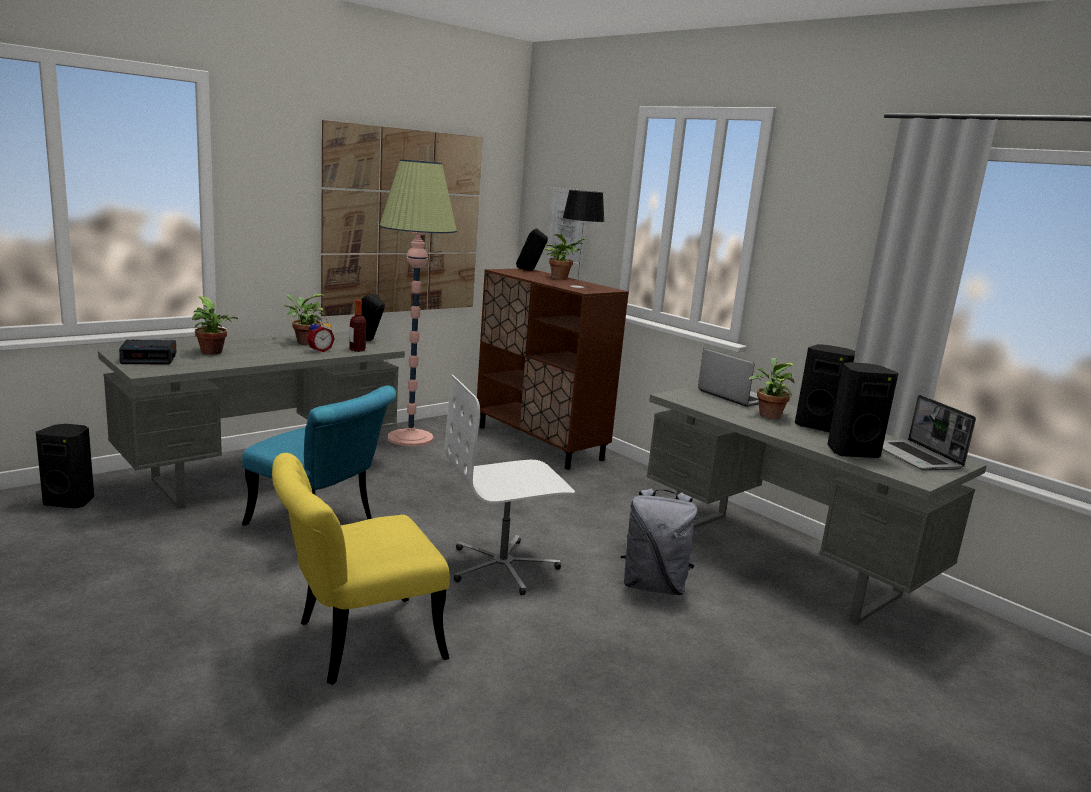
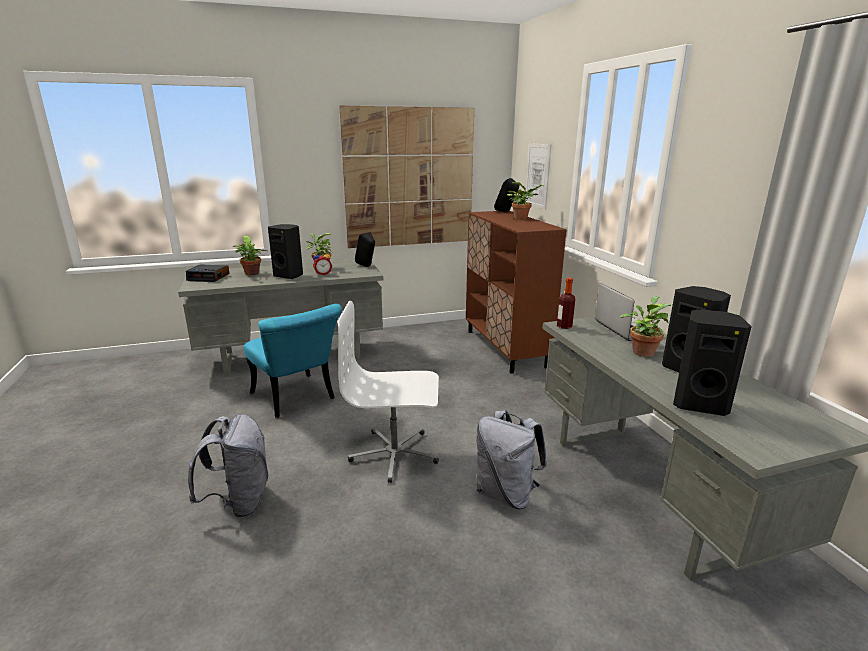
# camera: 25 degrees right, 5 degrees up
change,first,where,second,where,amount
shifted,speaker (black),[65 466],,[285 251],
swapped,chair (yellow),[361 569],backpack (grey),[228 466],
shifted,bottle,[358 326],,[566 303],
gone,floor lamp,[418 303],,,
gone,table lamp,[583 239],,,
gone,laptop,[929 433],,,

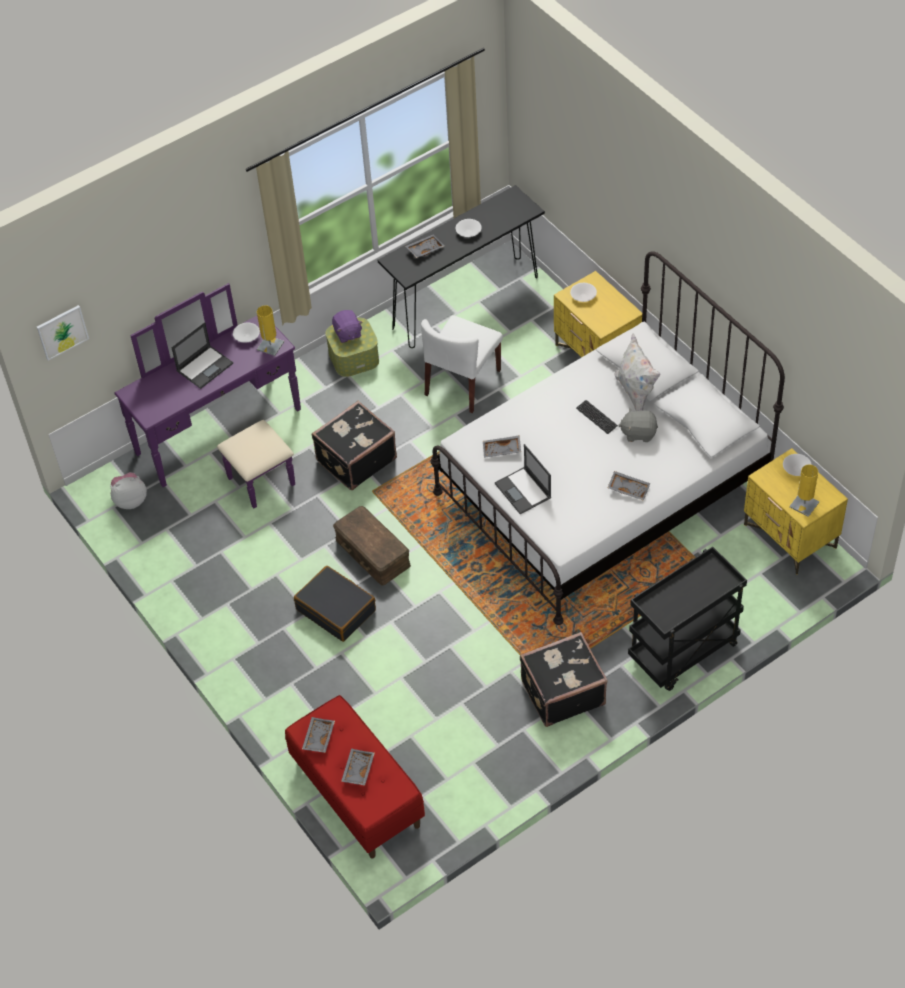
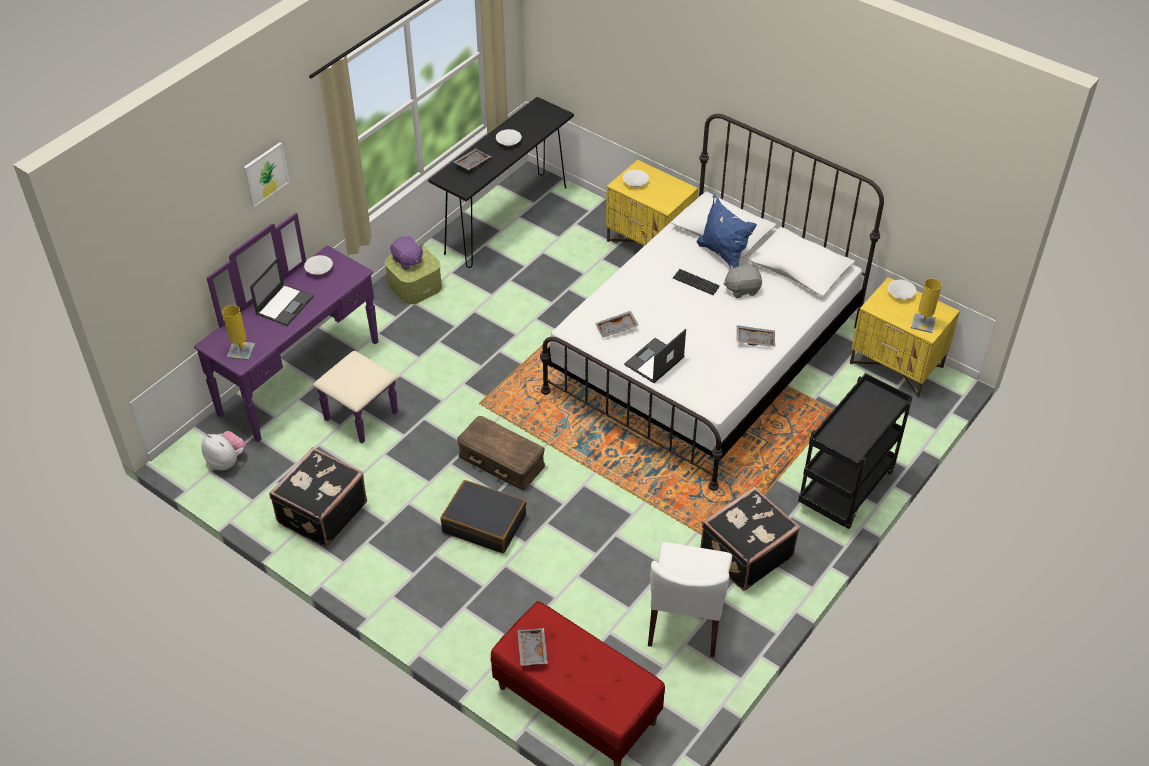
# camera: 20 degrees left, 5 degrees down
change,first,where,second,where,amount
shifted,picture,[63 333],,[266 174],
rotated,plush toy,[128 490],,[223 450],75 degrees clockwise
shifted,table lamp (yellow),[270 330],,[238 332],
shifted,suitcase (black),[354 445],,[318 497],
gone,tray (grey),[358 767],,,
shifted,chair (white),[462 364],,[690 599],
rotated,laptop,[523 479],,[655 356],90 degrees clockwise
repainted,pillow (white),[637 372],pillow (blue),[727 231],

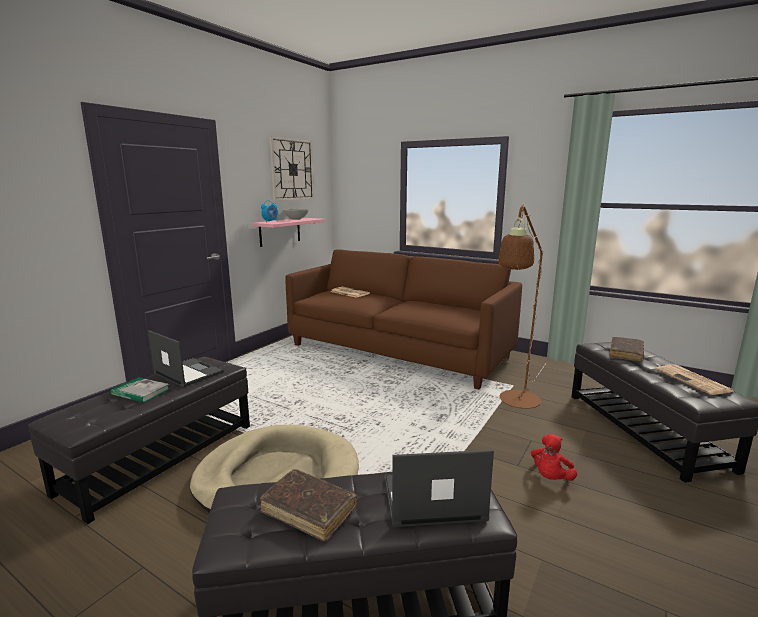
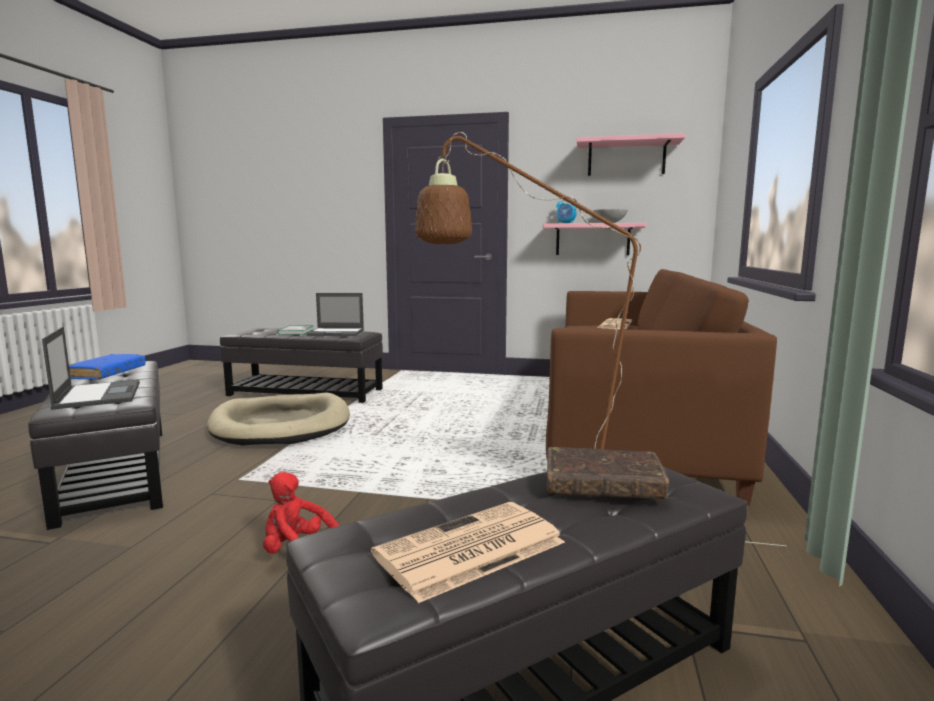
# camera: 70 degrees right, 5 degrees down
change,first,where,second,where,amount
rotated,laptop,[186 358],,[335 314],75 degrees clockwise
repainted,book (brown),[308 505],book (blue),[107 367],
swapped,wall clock,[291 168],shelf (pink),[631 154],

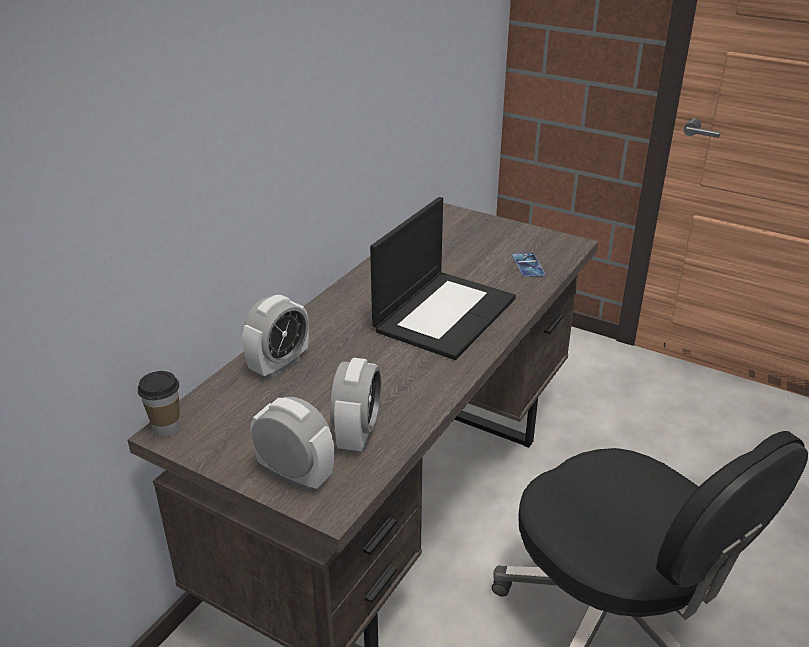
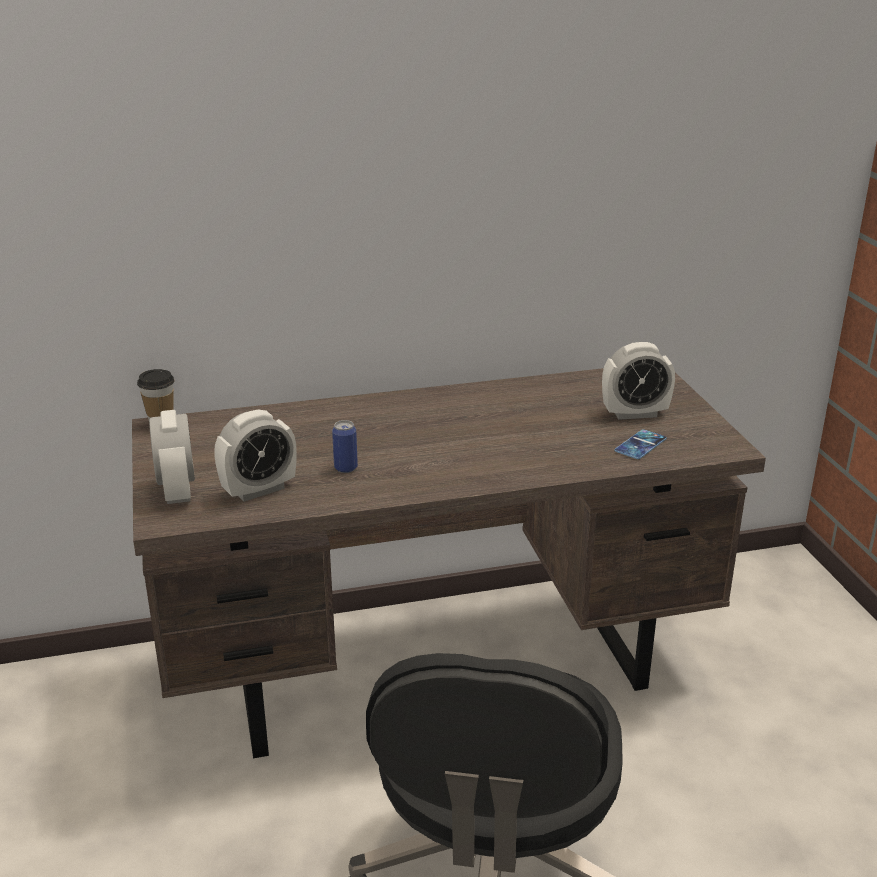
# camera: 45 degrees right, 5 degrees down
change,first,where,second,where,amount
shifted,alarm clock,[275 336],,[638 381],
gone,laptop,[443 278],,,
new,,,can,[345 446],

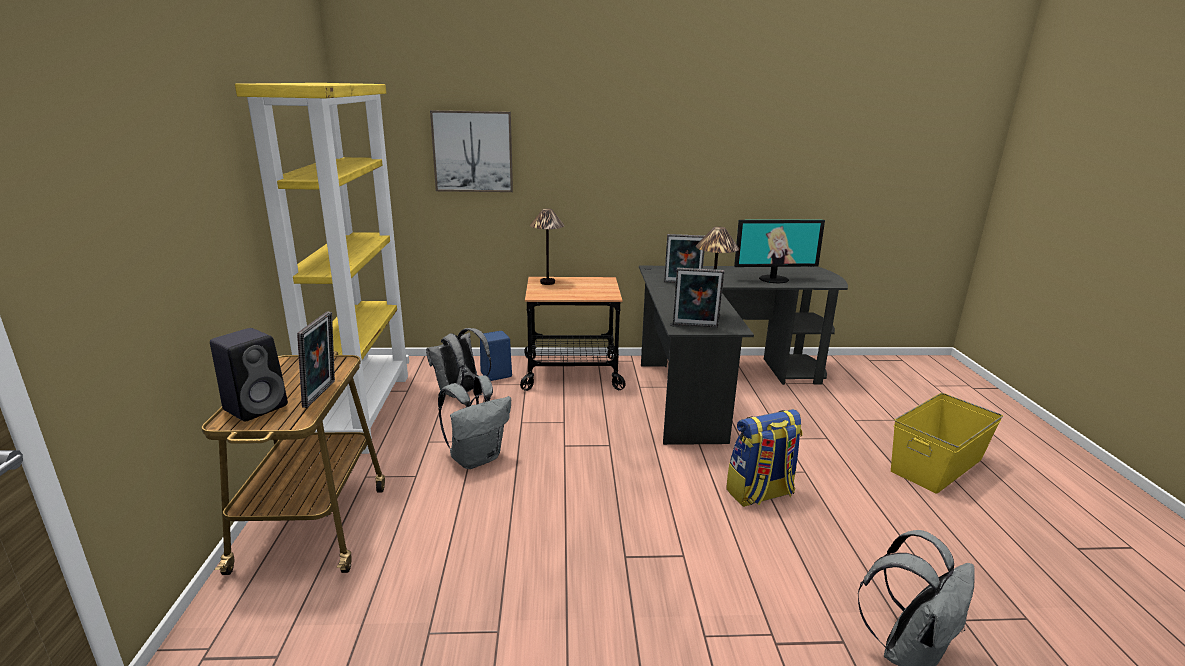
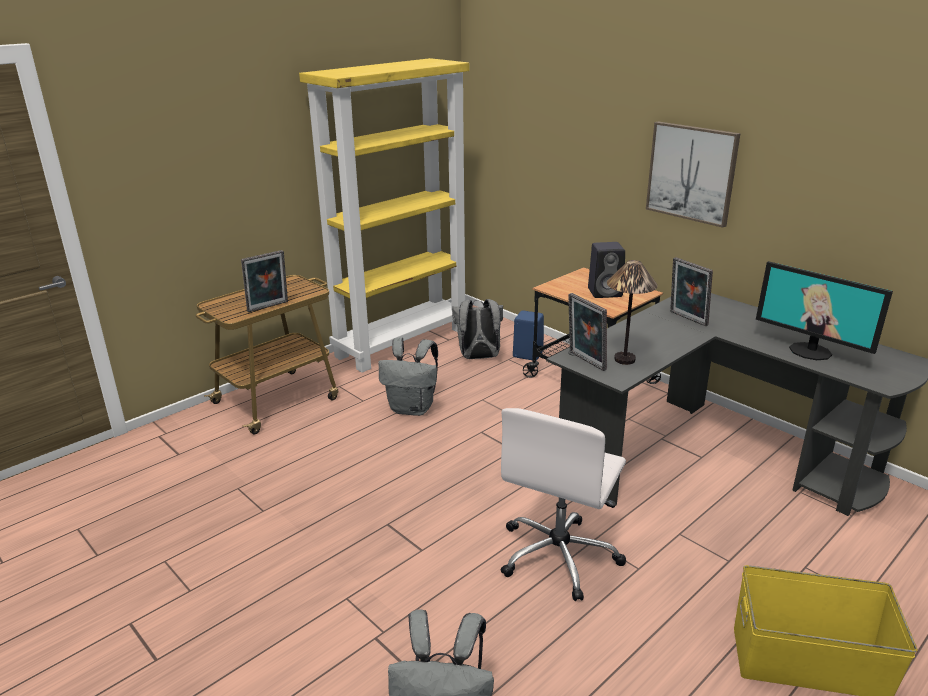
# camera: 50 degrees right, 5 degrees up
change,first,where,second,where,amount
shifted,speaker (black),[249 374],,[606 270],
shifted,picture,[471 151],,[693 174],
gone,table lamp,[547 247],,,
swapped,backpack,[764 458],office chair (white),[563 504],

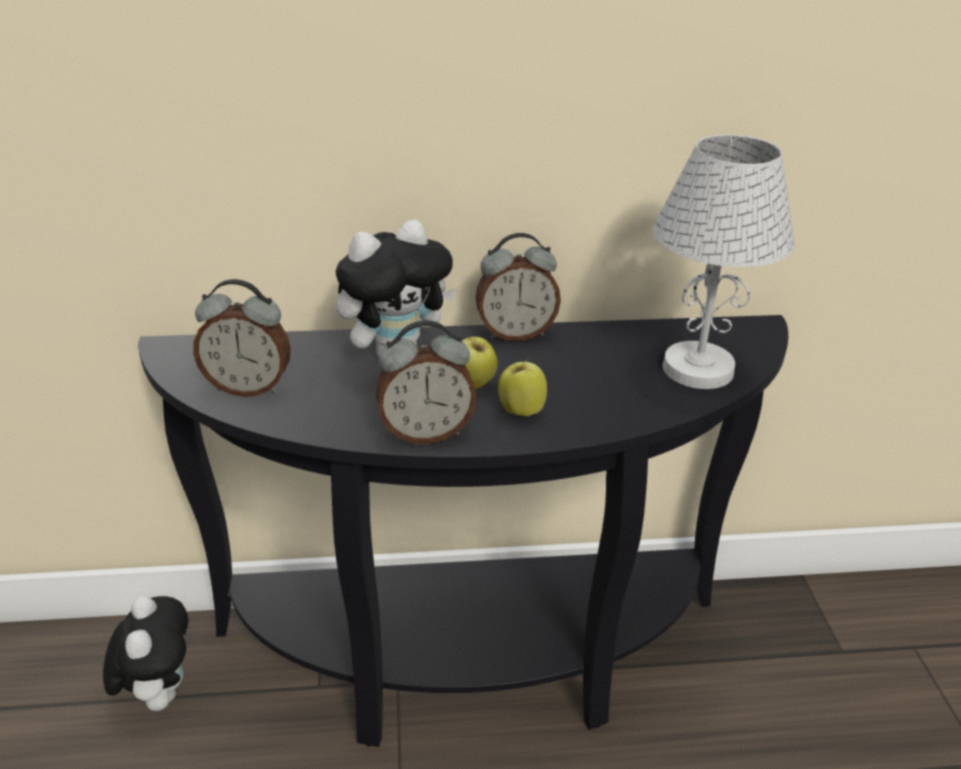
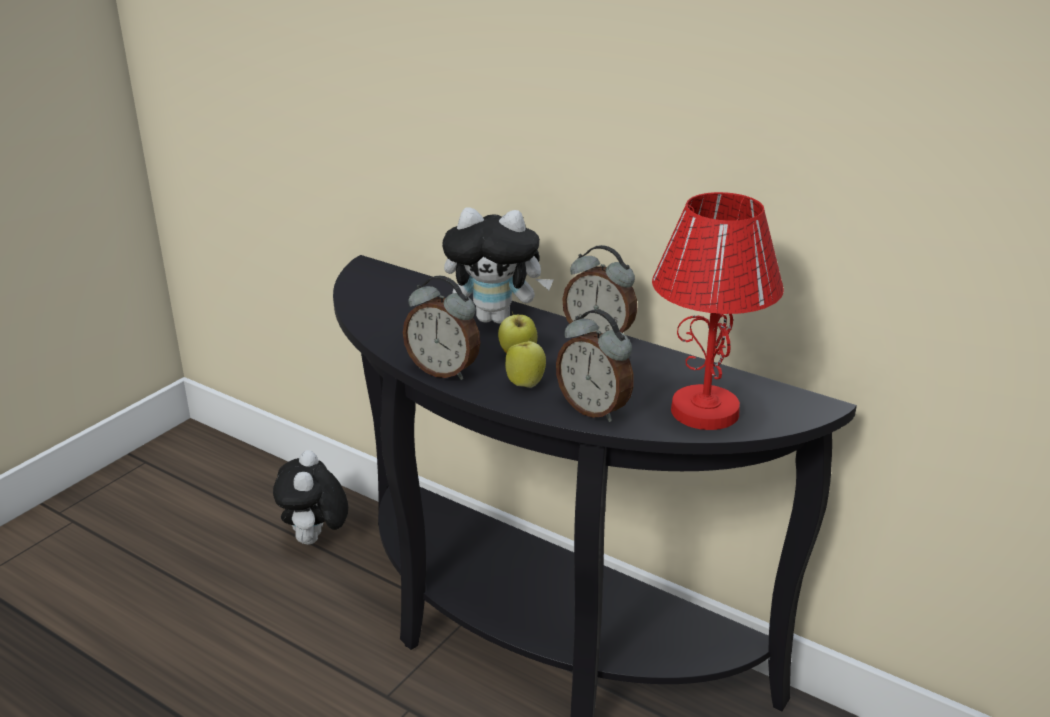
# camera: 40 degrees right, 5 degrees down
change,first,where,second,where,amount
rotated,plush toy,[145 653],,[310 497],150 degrees clockwise
shifted,alarm clock,[242 338],,[595 365],
repainted,table lamp (white),[724 262],table lamp (red),[718 311],

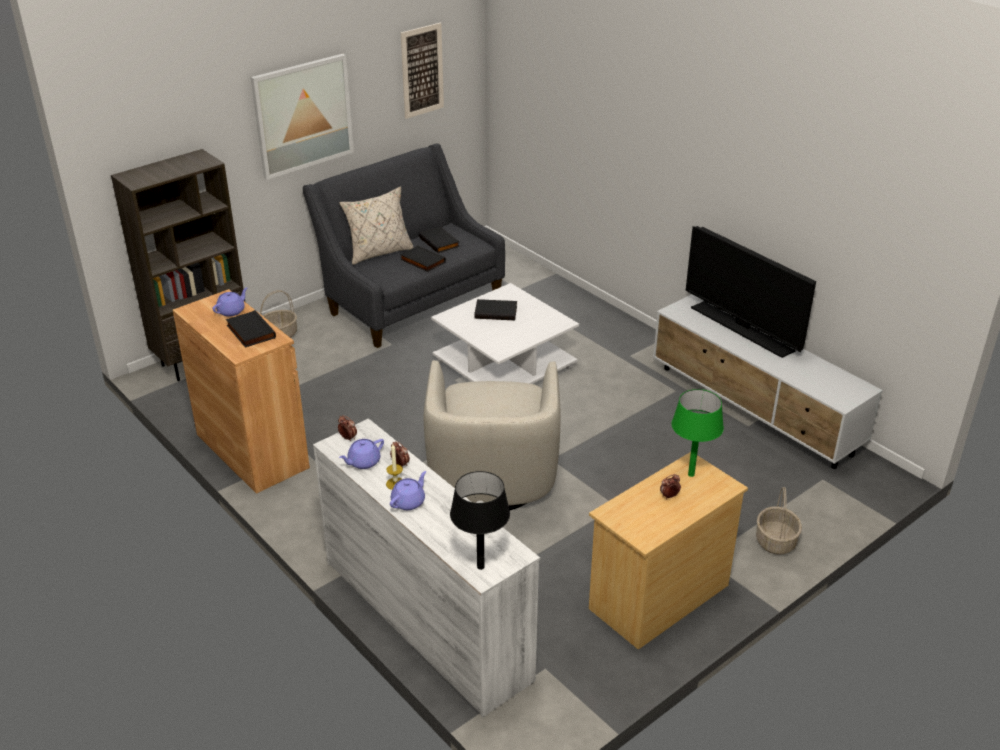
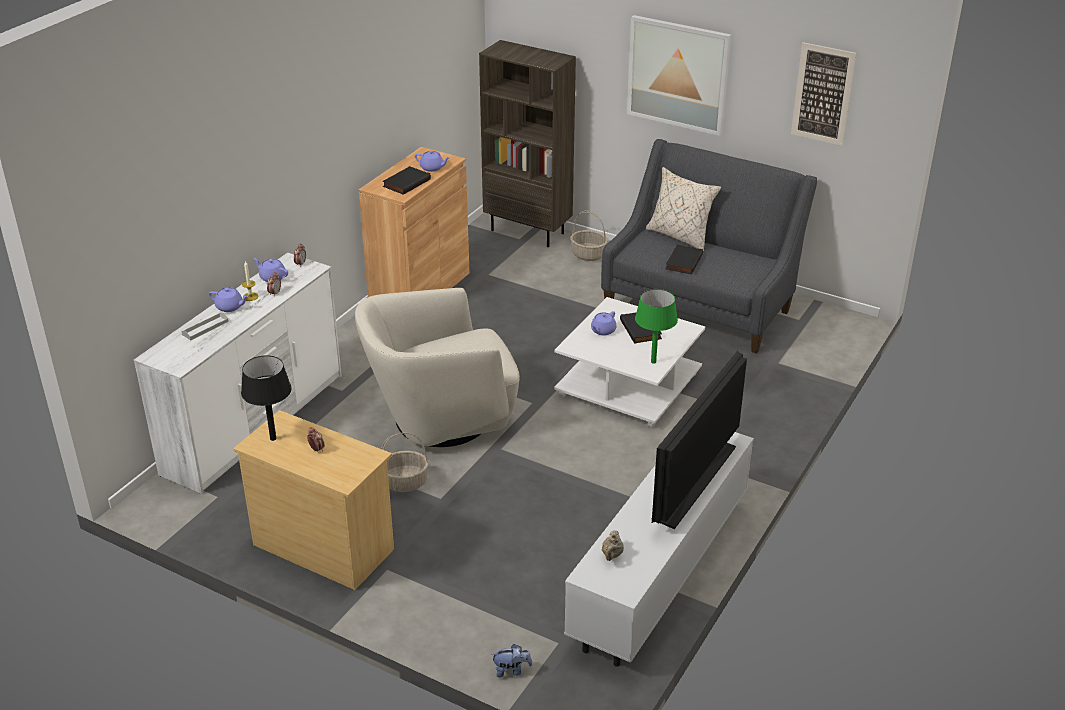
# camera: 70 degrees right, 0 degrees up
change,first,where,second,where,amount
gone,book (black),[439 240],,,
shifted,table lamp (black),[480 520],,[266 398],
shifted,table lamp (green),[697 433],,[656 326],
shifted,basket,[779 521],,[405 462],
new,,,tray (grey),[205 326],
new,,,plush toy,[511 661],
new,,,teapot (purple),[604 323],
new,,,teapot (beige),[613 545],

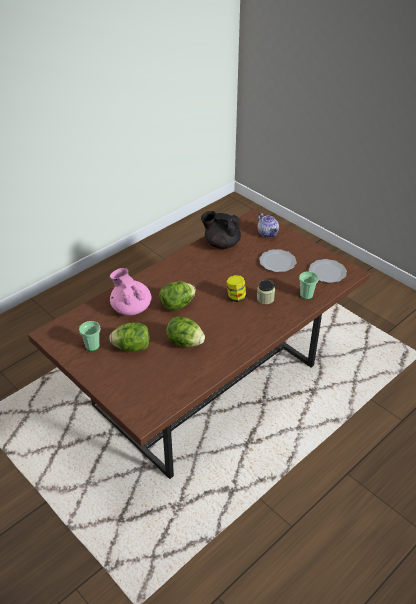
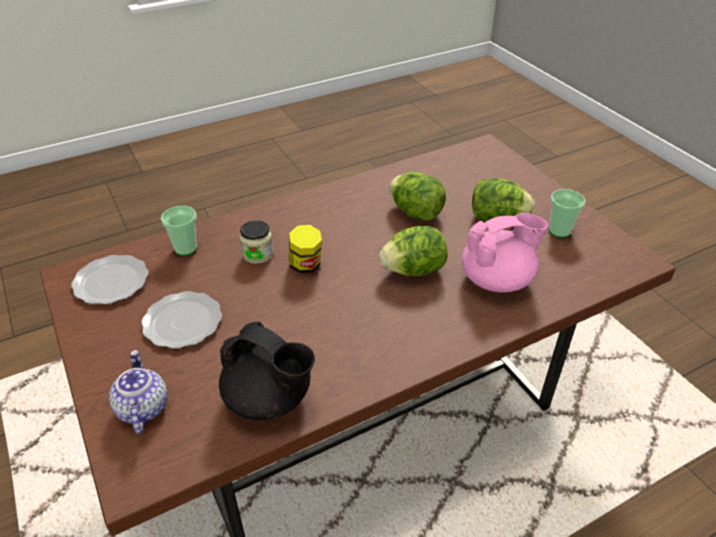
# camera: 165 degrees left, 0 degrees up
change,first,where,second,where,amount
rotated,teapot (pink),[130 292],,[504 253],90 degrees counterclockwise

